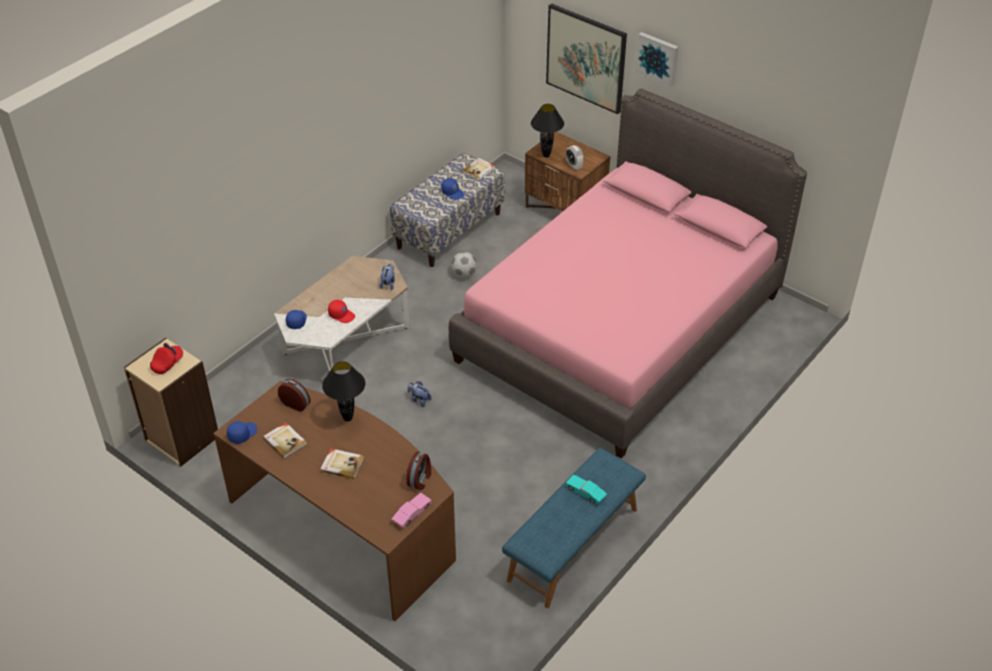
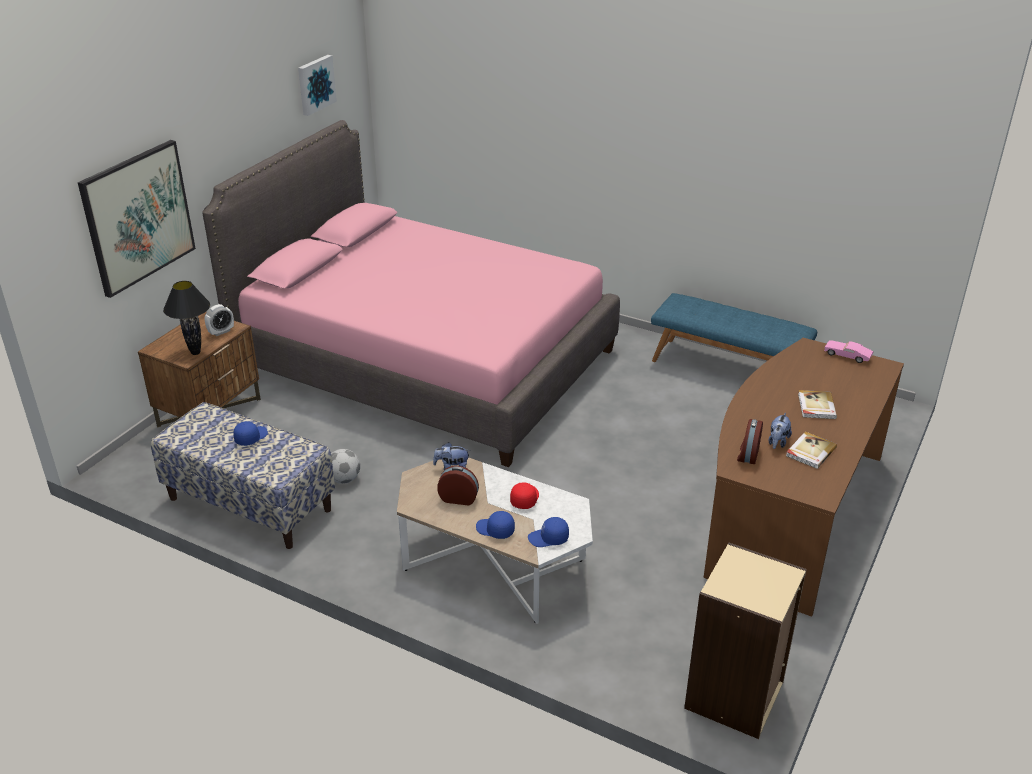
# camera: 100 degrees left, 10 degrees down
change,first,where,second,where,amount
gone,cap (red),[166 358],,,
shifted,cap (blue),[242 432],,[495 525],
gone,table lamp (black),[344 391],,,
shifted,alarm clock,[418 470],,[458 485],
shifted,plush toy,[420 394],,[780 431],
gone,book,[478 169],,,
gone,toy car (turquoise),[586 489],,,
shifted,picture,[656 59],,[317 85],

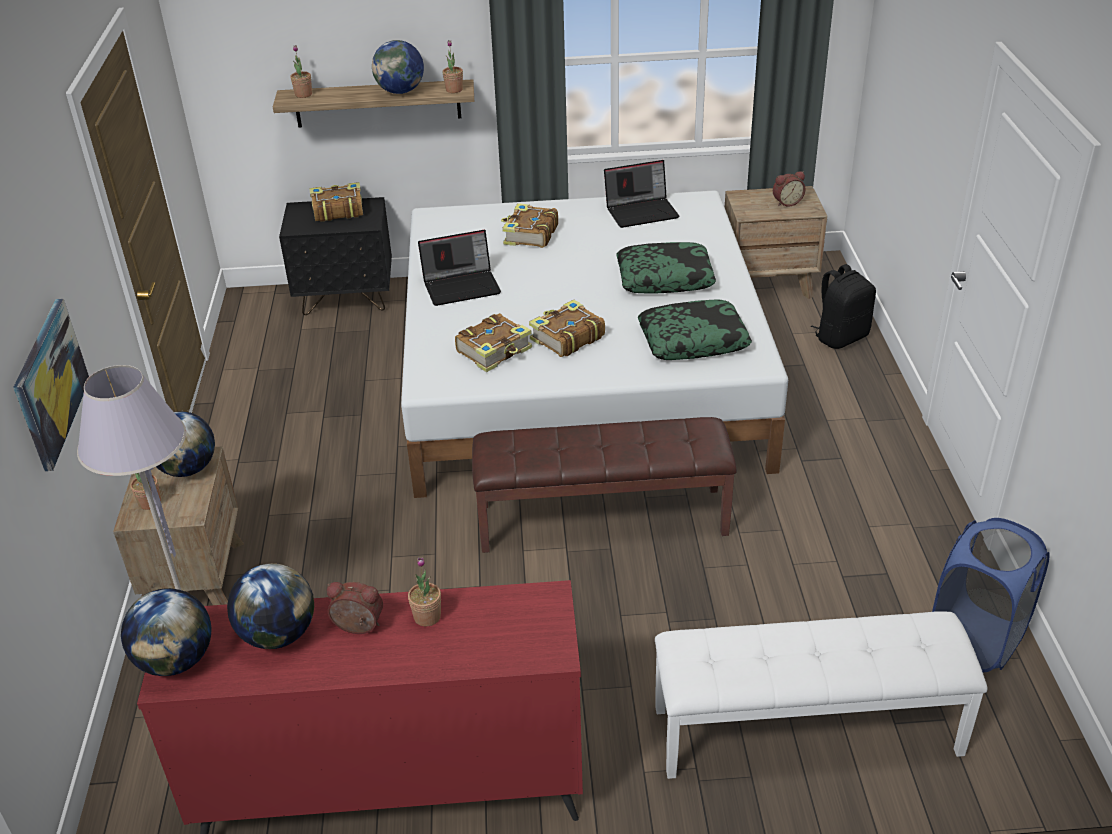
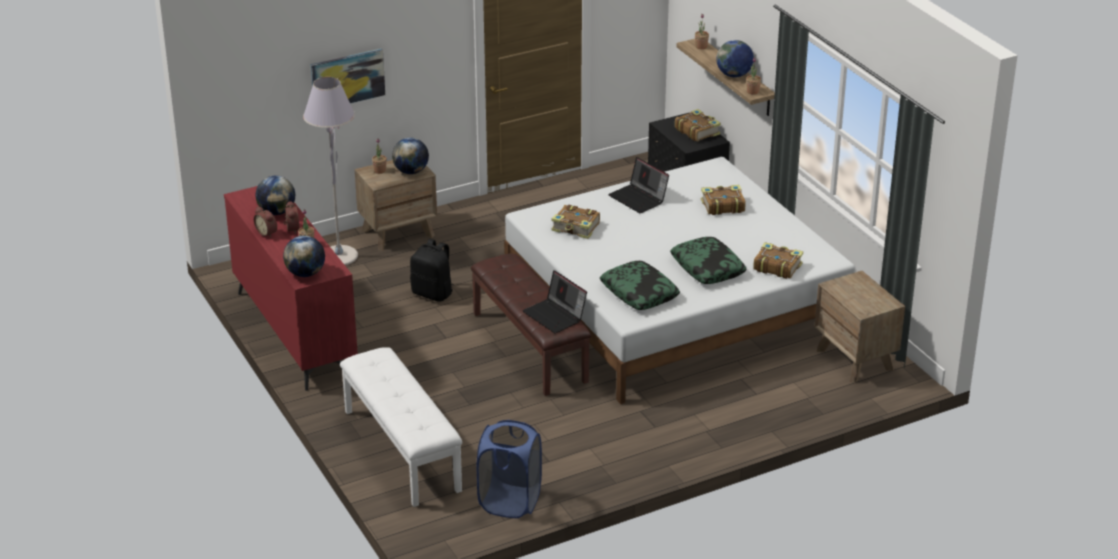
# camera: 65 degrees right, 5 degrees down
change,first,where,second,where,amount
shifted,globe,[166 632],,[304 256],
shifted,book,[567 328],,[778 260],
shifted,laptop,[642 194],,[555 301],
shifted,alarm clock,[789 189],,[265 222],
shifted,backpack (black),[843 306],,[432 270],

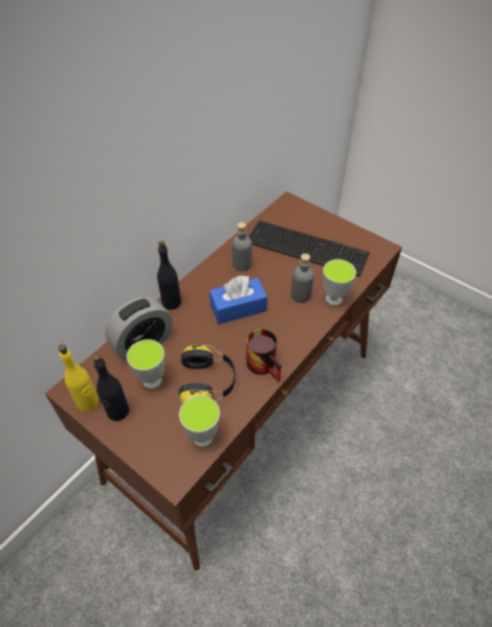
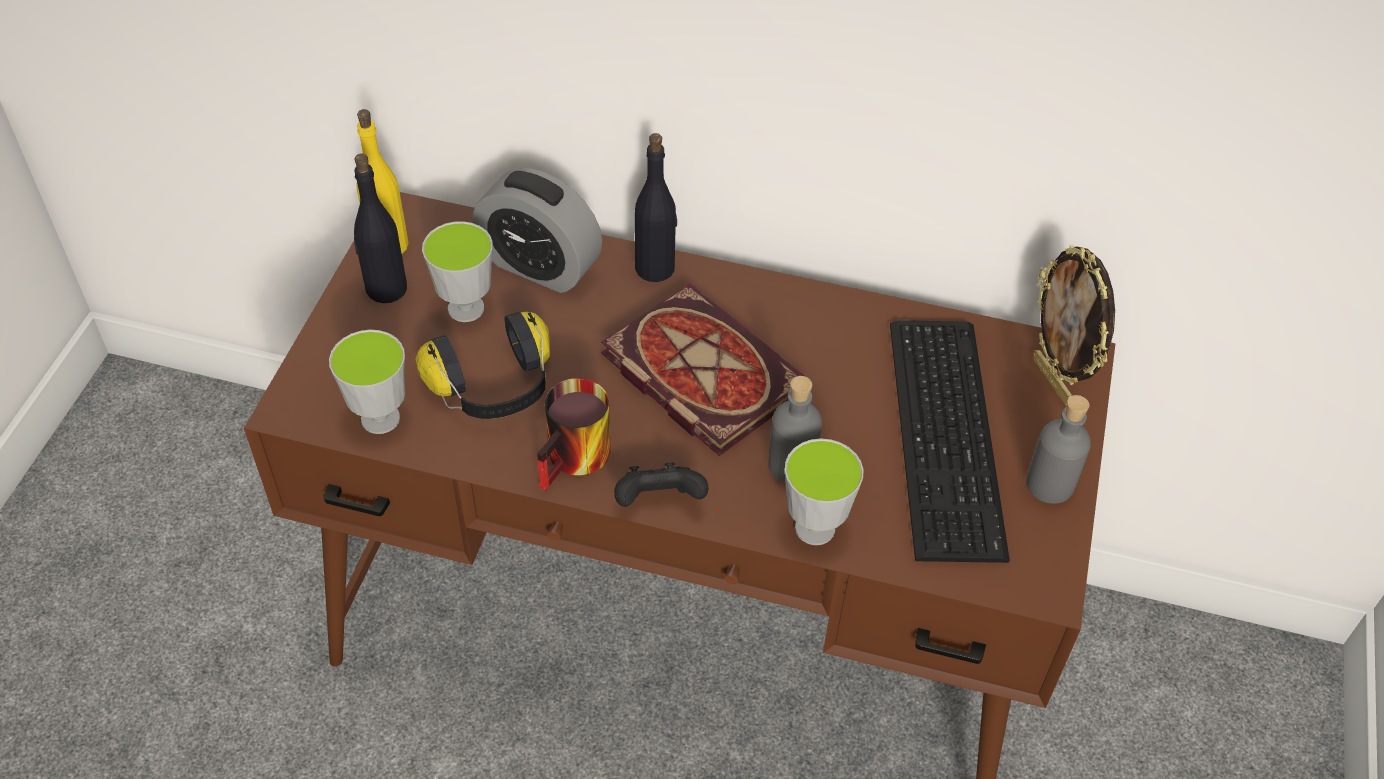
# camera: 65 degrees right, 0 degrees up
change,first,where,second,where,amount
swapped,tissue box (blue),[238 300],book,[703 369],
shifted,bottle (grey),[242 246],,[1058 449],
new,,,game controller (black),[661 484],
new,,,picture frame,[1074 325],

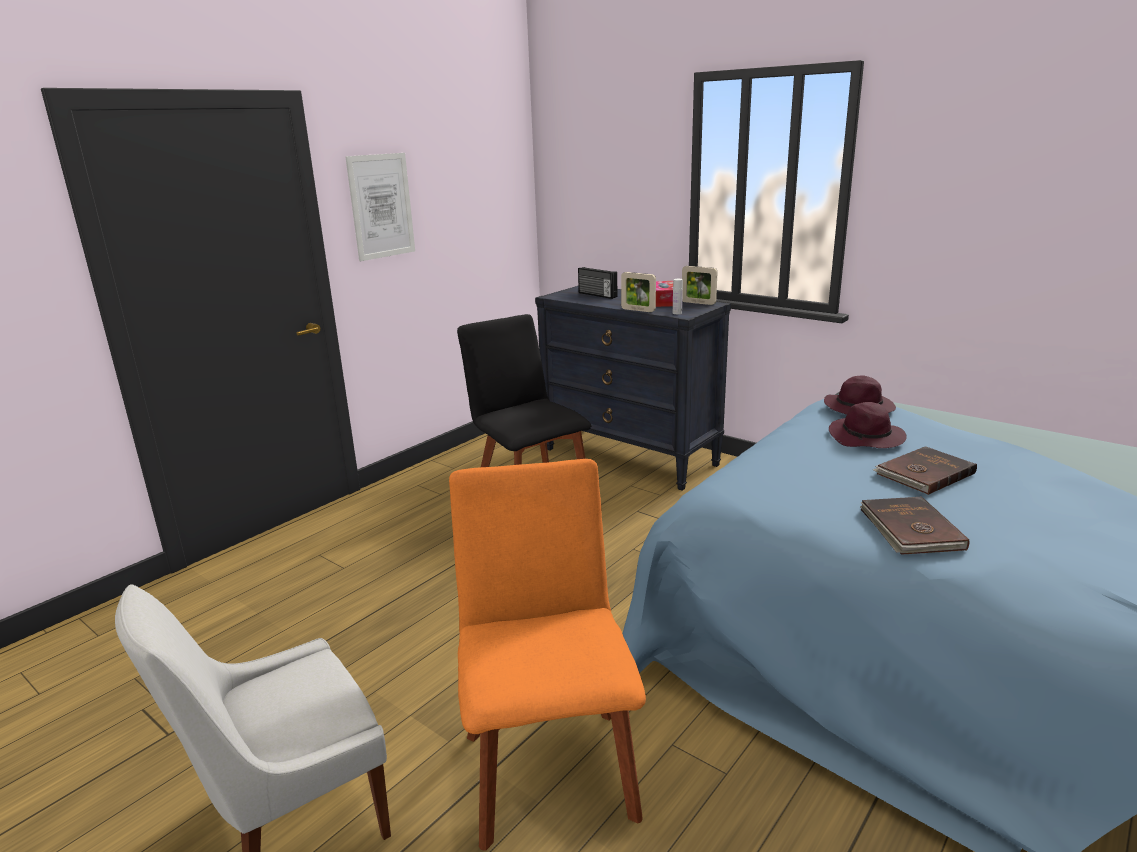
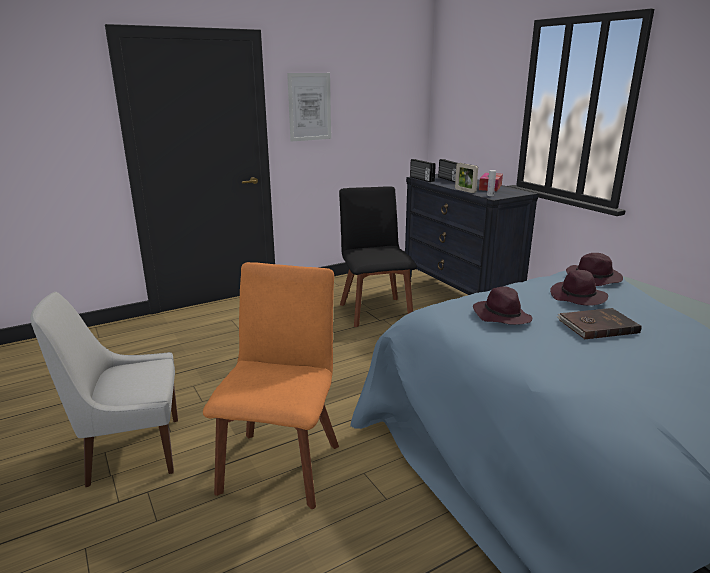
# camera: 20 degrees right, 0 degrees up
change,first,where,second,where,amount
gone,picture frame,[699 285],,,
gone,book (brown),[914 525],,,
new,,,radio,[423 170],
new,,,hat (purple),[502 305],

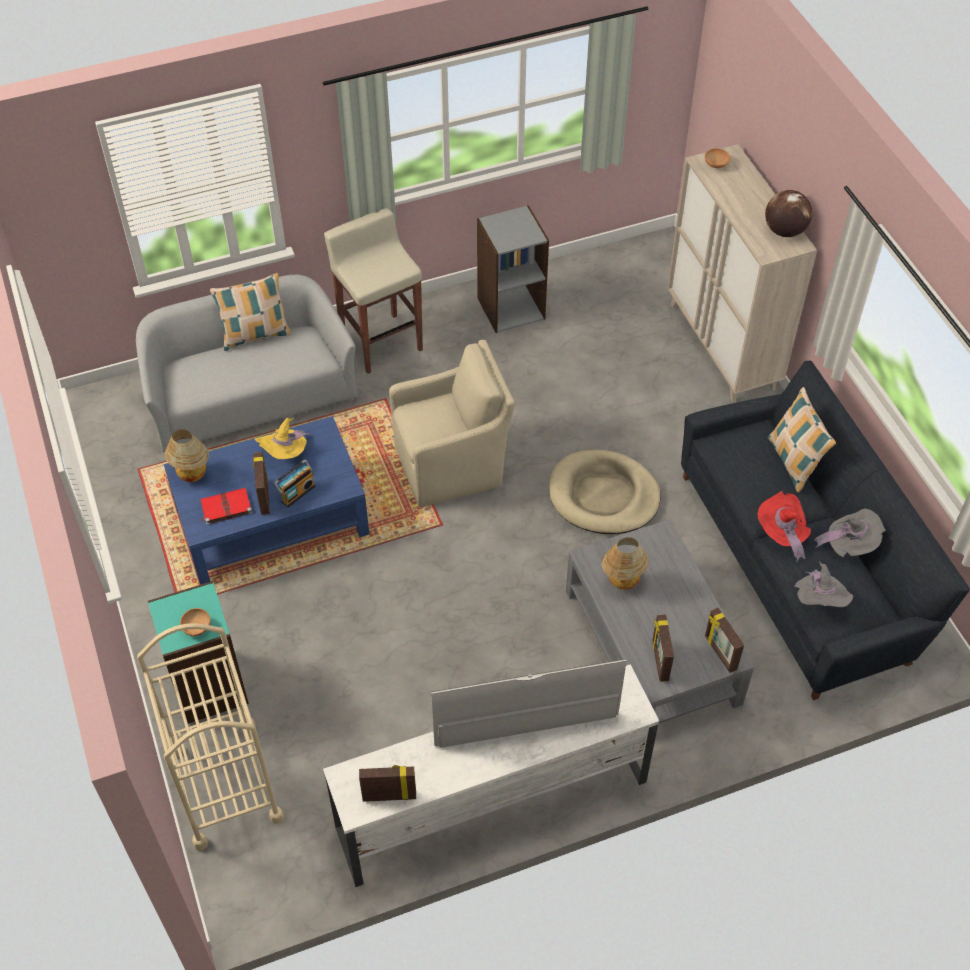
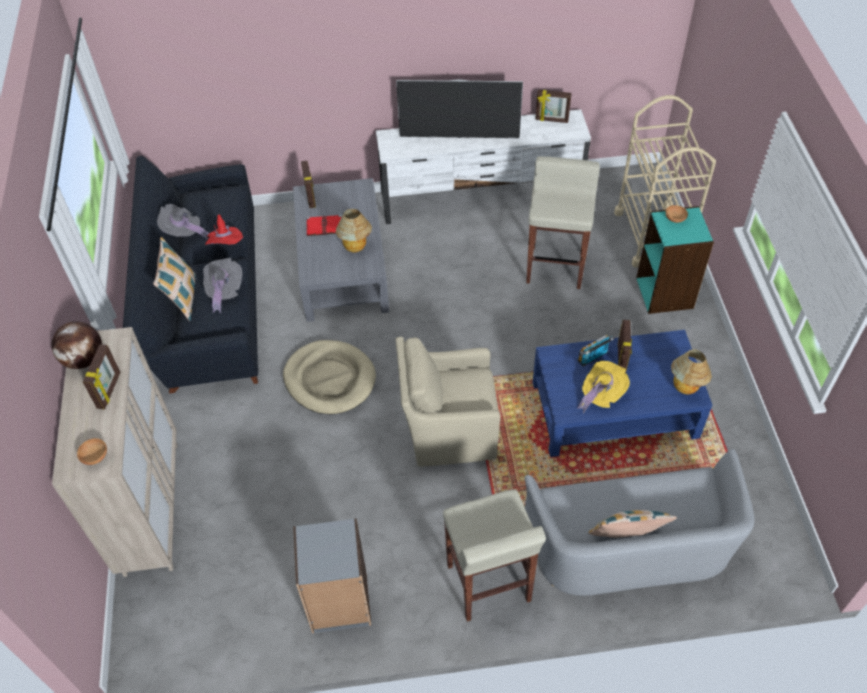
# camera: 165 degrees left, 0 degrees up
change,first,where,second,where,amount
shifted,book (red),[226 506],,[324 225],
shifted,picture frame,[663 648],,[101 376],
shifted,hat (grey),[823 584],,[223 285],
new,,,stool (beige),[563 222],

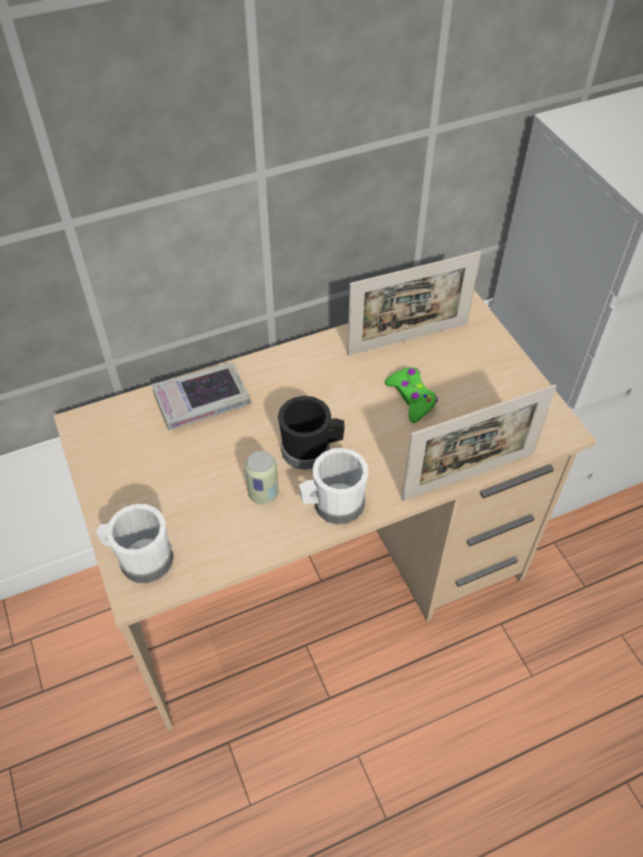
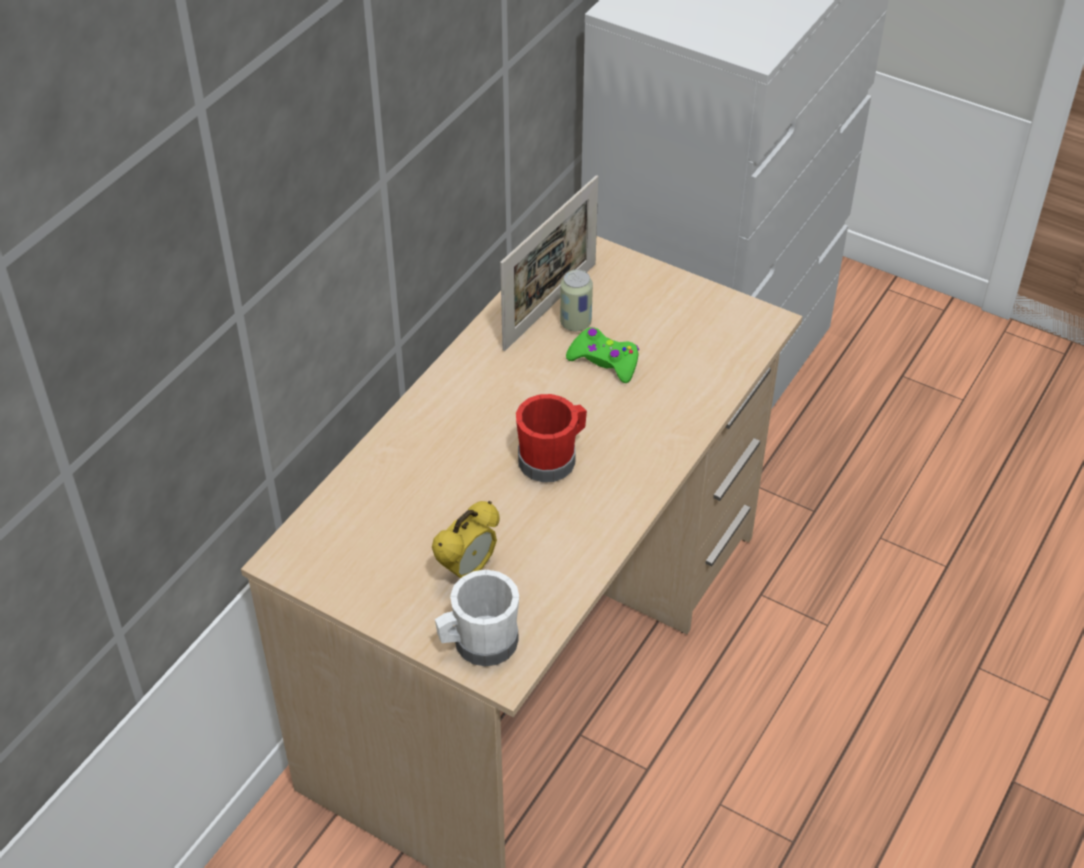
# camera: 35 degrees left, 5 degrees down
change,first,where,second,where,amount
gone,book,[201 396],,,
shifted,can,[262 477],,[576 300],
repainted,mug (black),[311 433],mug (red),[551 438],
gone,mug (white),[334 486],,,
gone,picture frame,[479 442],,,
new,,,alarm clock,[466 539],

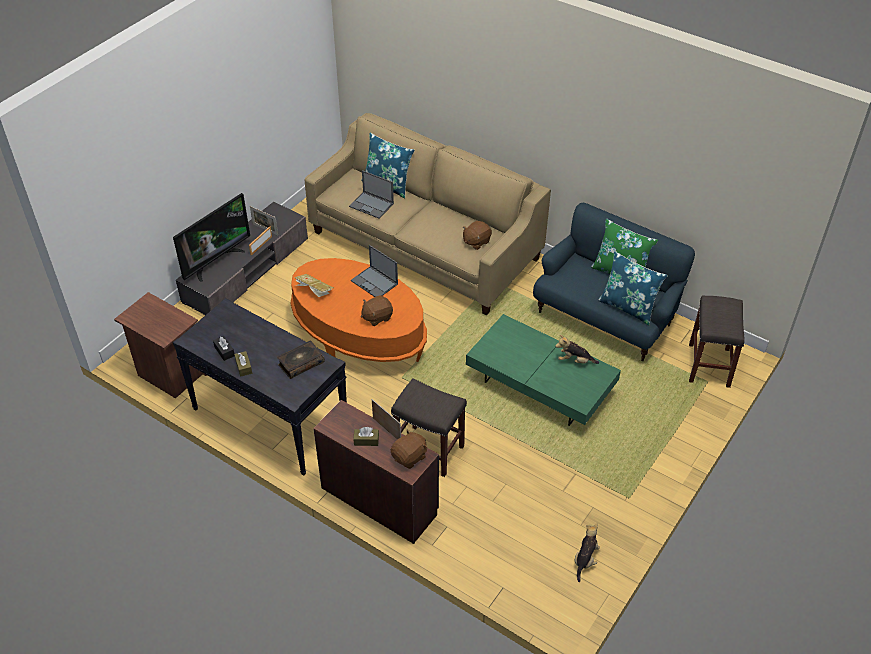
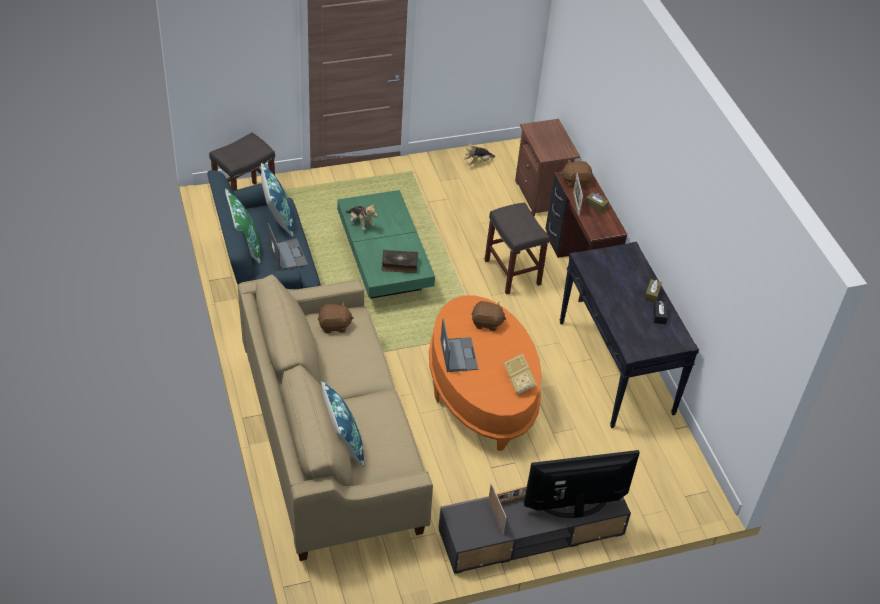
# camera: 145 degrees left, 0 degrees up
change,first,where,second,where,amount
shifted,nightstand (brown),[160 345],,[547 167],
shifted,book,[301 360],,[400 261],
shifted,laptop,[371 194],,[288 246],

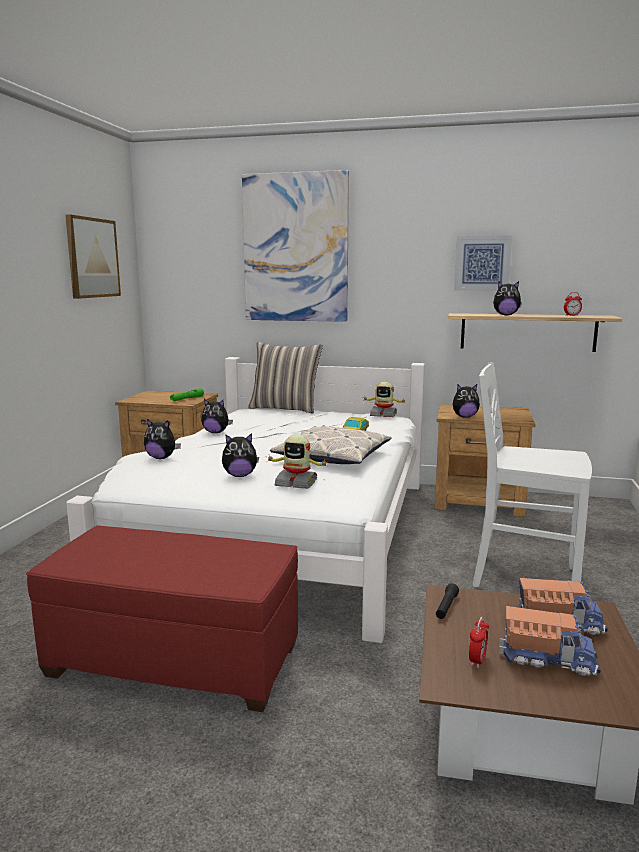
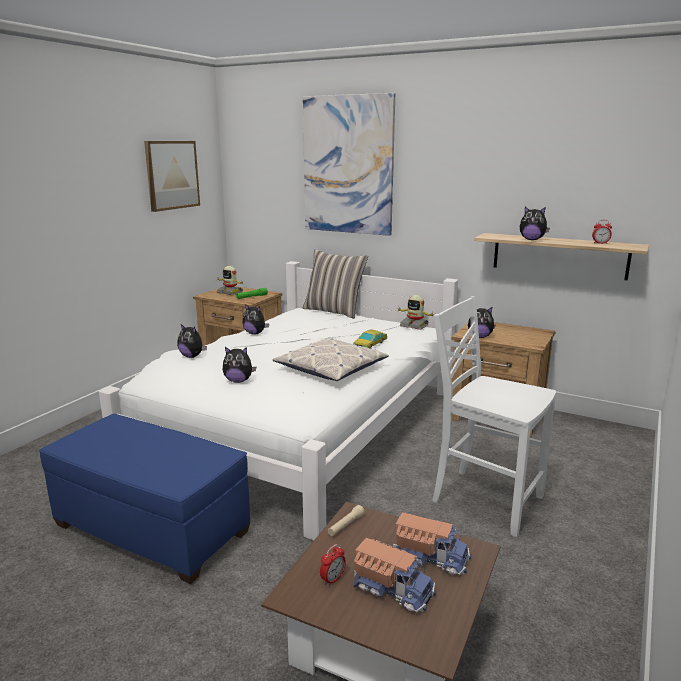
# camera: 15 degrees right, 5 degrees up
change,first,where,second,where,amount
repainted,ottoman (red),[162 619],ottoman (blue),[144 499],
shifted,toy robot,[298 461],,[229 280],
repainted,flashlight (black),[447 601],flashlight (beige),[346 520],
gone,picture,[483 263],,,

